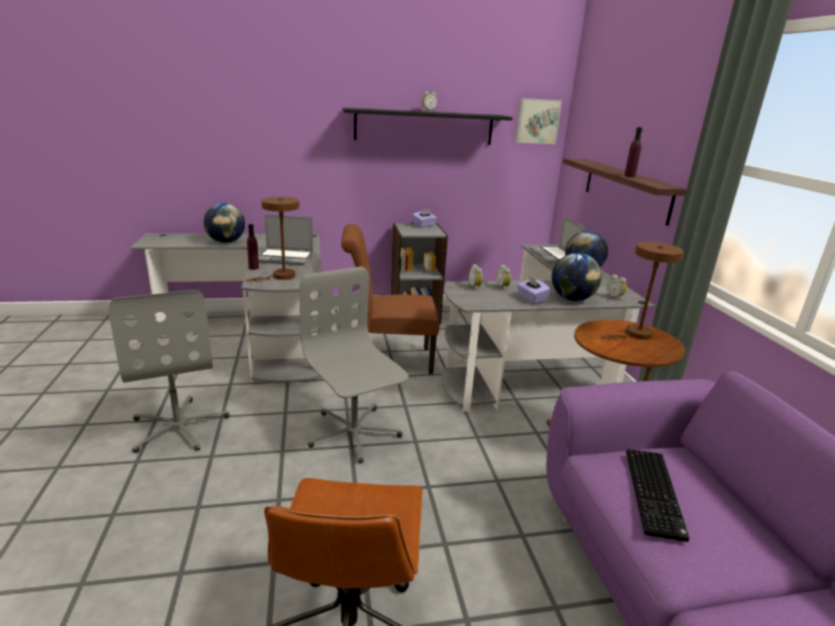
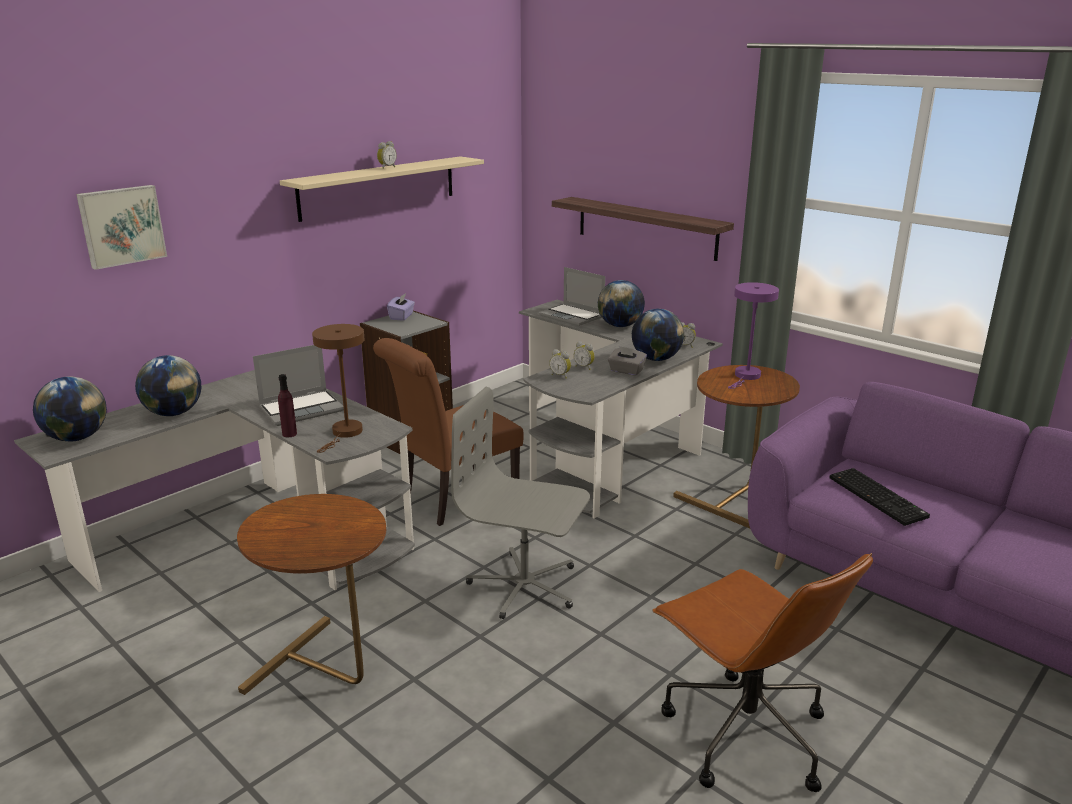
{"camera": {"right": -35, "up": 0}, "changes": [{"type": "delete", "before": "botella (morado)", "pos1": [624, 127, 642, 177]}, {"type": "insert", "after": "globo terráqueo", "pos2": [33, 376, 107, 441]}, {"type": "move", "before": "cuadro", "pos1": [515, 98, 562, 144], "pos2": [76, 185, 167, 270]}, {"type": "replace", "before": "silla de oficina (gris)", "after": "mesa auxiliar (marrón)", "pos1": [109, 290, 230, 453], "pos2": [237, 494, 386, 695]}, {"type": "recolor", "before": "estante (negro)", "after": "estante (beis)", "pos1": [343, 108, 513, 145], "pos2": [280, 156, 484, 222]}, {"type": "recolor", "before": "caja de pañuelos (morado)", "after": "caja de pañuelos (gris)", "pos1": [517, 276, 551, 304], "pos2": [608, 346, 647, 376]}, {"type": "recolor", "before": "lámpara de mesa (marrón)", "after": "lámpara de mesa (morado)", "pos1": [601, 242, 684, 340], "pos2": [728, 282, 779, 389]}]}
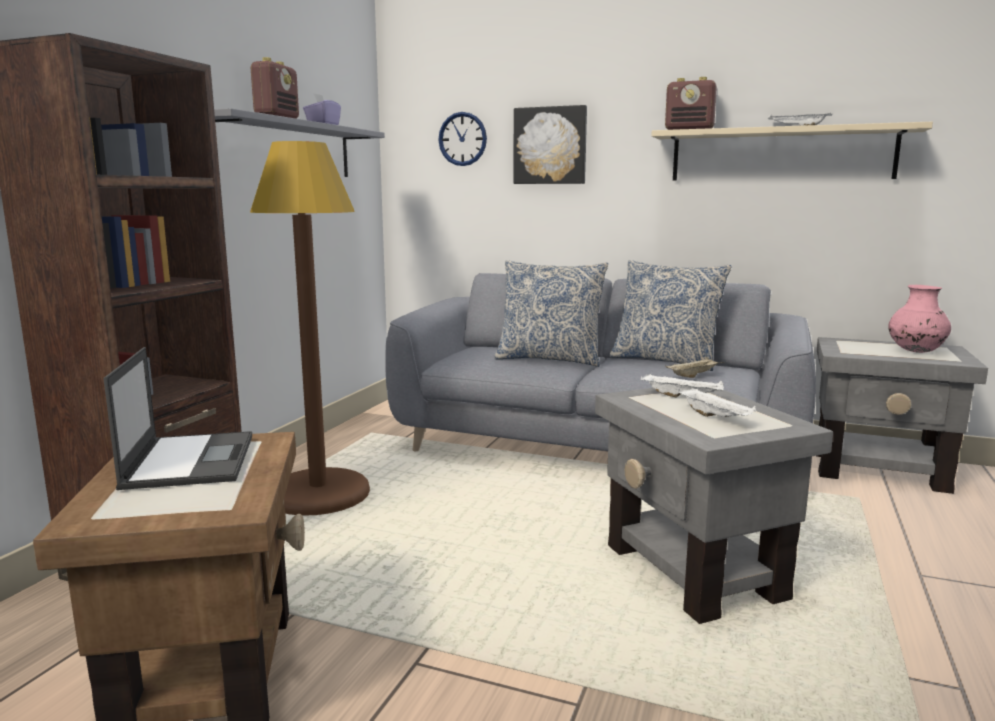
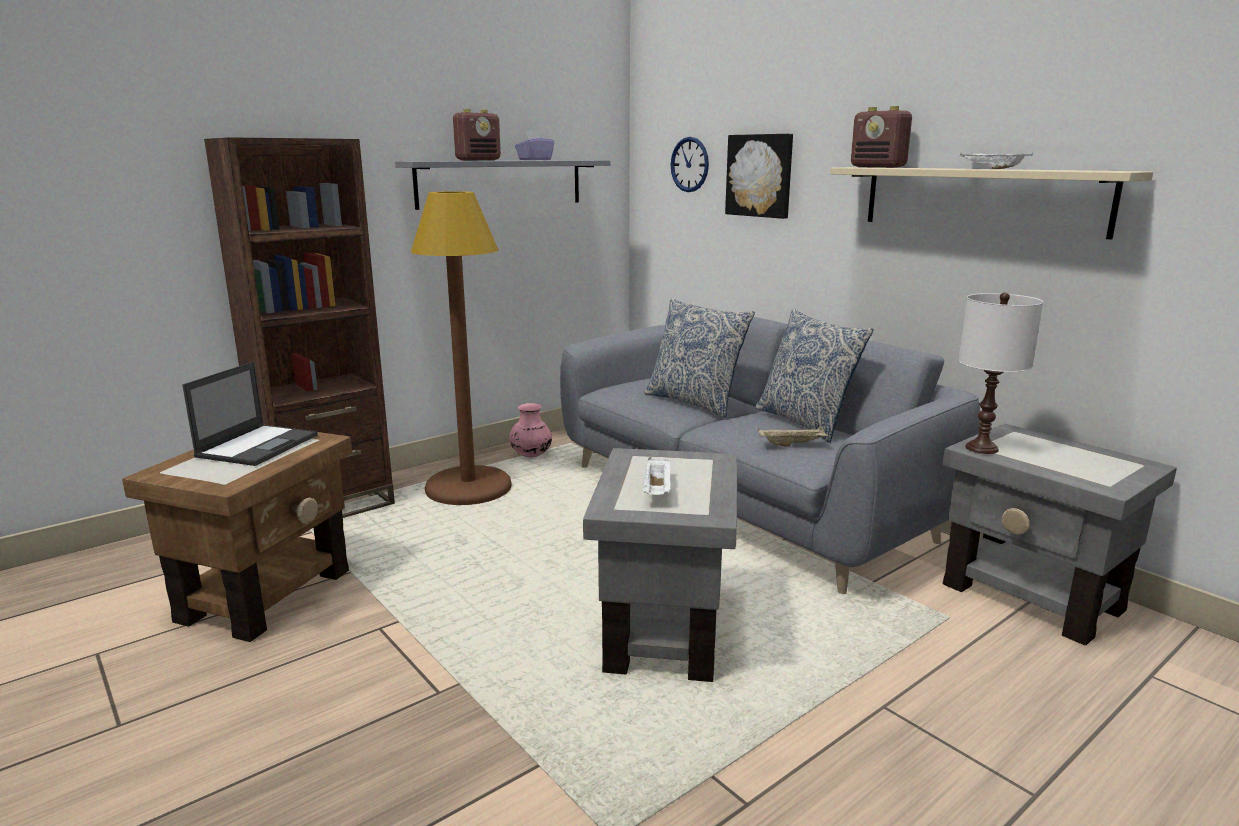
{"camera": {"right": 30, "up": 5}, "changes": [{"type": "delete", "before": "bandeja (blanco)", "pos1": [641, 374, 724, 398]}, {"type": "insert", "after": "lámpara de mesa (blanco)", "pos2": [958, 293, 1043, 454]}, {"type": "move", "before": "florero (rosa)", "pos1": [888, 285, 951, 353], "pos2": [509, 403, 552, 458]}]}
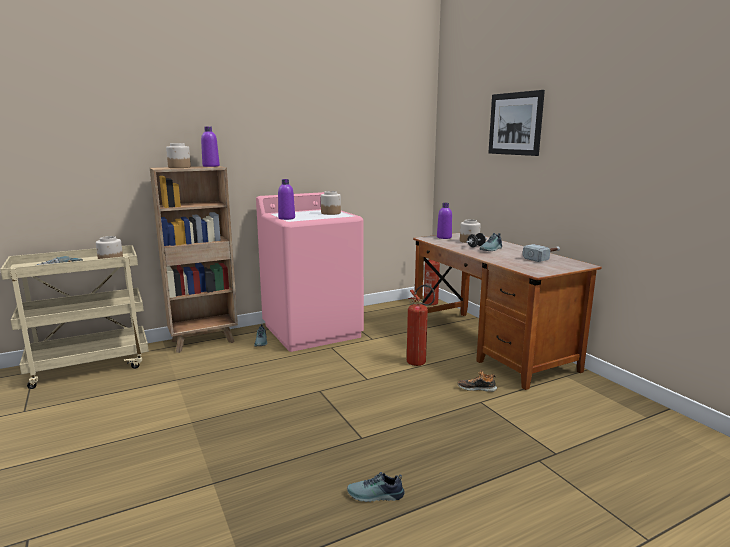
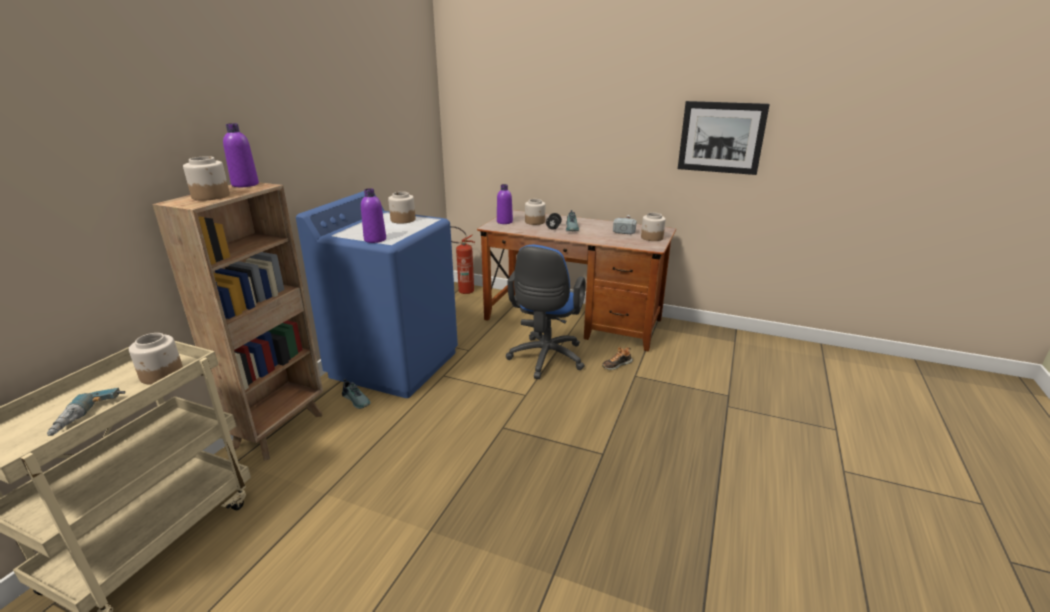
{"camera": {"right": -40, "up": 10}, "changes": [{"type": "delete", "before": "zapato", "pos1": [347, 472, 405, 502]}, {"type": "insert", "after": "tarro", "pos2": [641, 213, 666, 241]}, {"type": "move", "before": "cuadro", "pos1": [488, 90, 545, 156], "pos2": [678, 101, 770, 175]}, {"type": "replace", "before": "extintor", "after": "silla de oficina (azul)", "pos1": [407, 285, 435, 366], "pos2": [506, 245, 586, 379]}, {"type": "recolor", "before": "lavadora (rosa)", "after": "lavadora (azul)", "pos1": [256, 192, 364, 352], "pos2": [296, 191, 458, 398]}]}
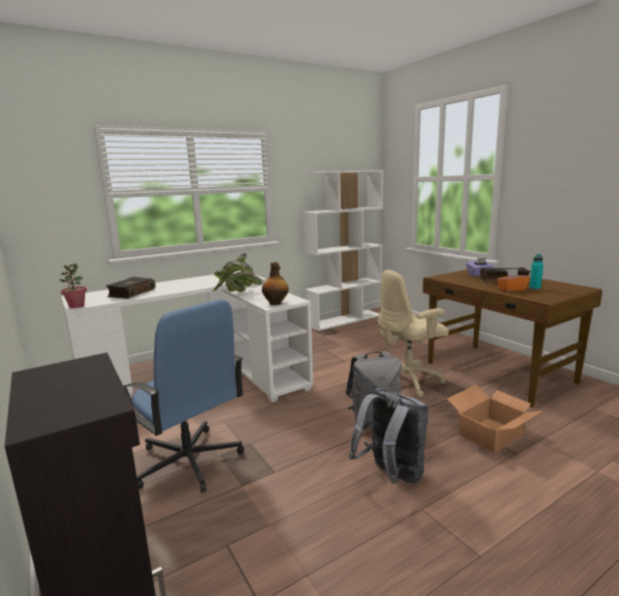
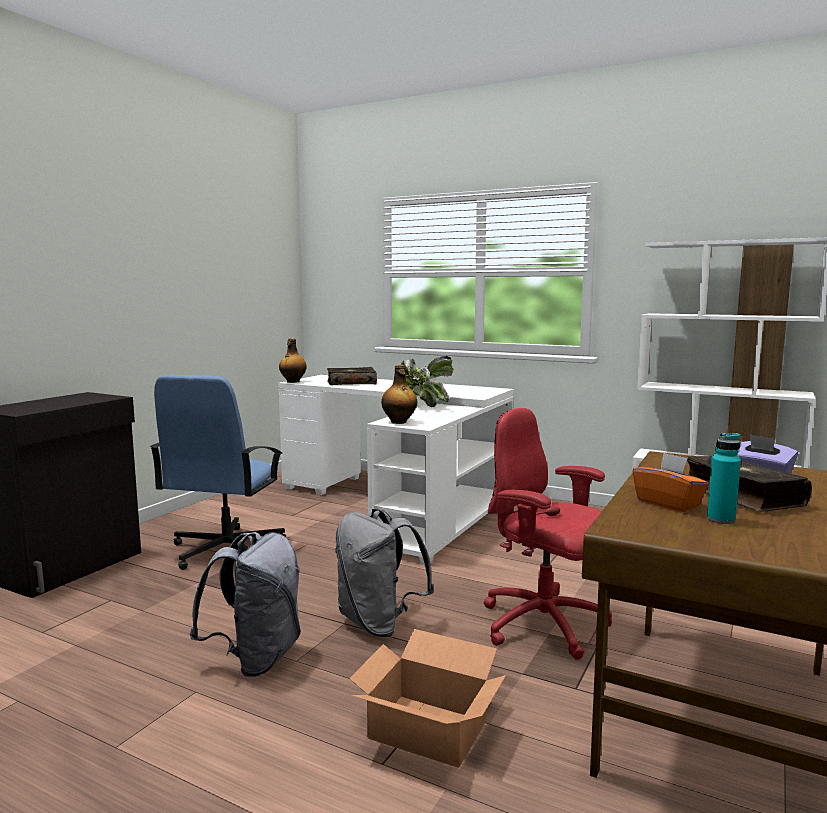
{"camera": {"right": 60, "up": -5}, "changes": [{"type": "replace", "before": "planta en maceta", "after": "botella", "pos1": [59, 263, 87, 308], "pos2": [279, 339, 307, 383]}, {"type": "recolor", "before": "silla de oficina (beis)", "after": "silla de oficina (rojo)", "pos1": [378, 270, 449, 397], "pos2": [484, 408, 612, 660]}]}
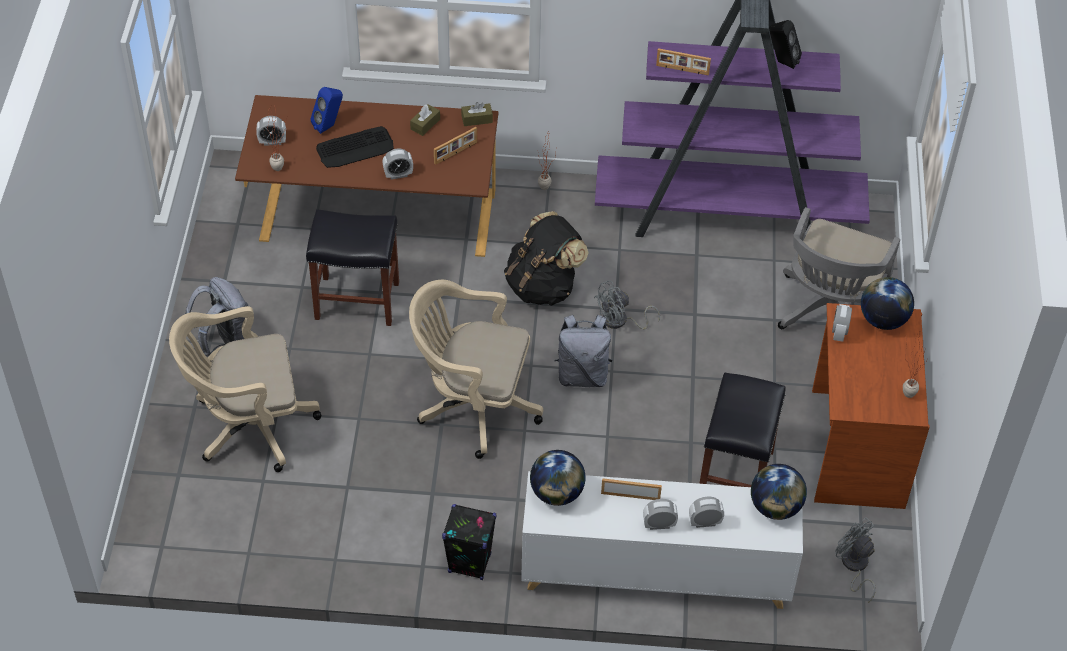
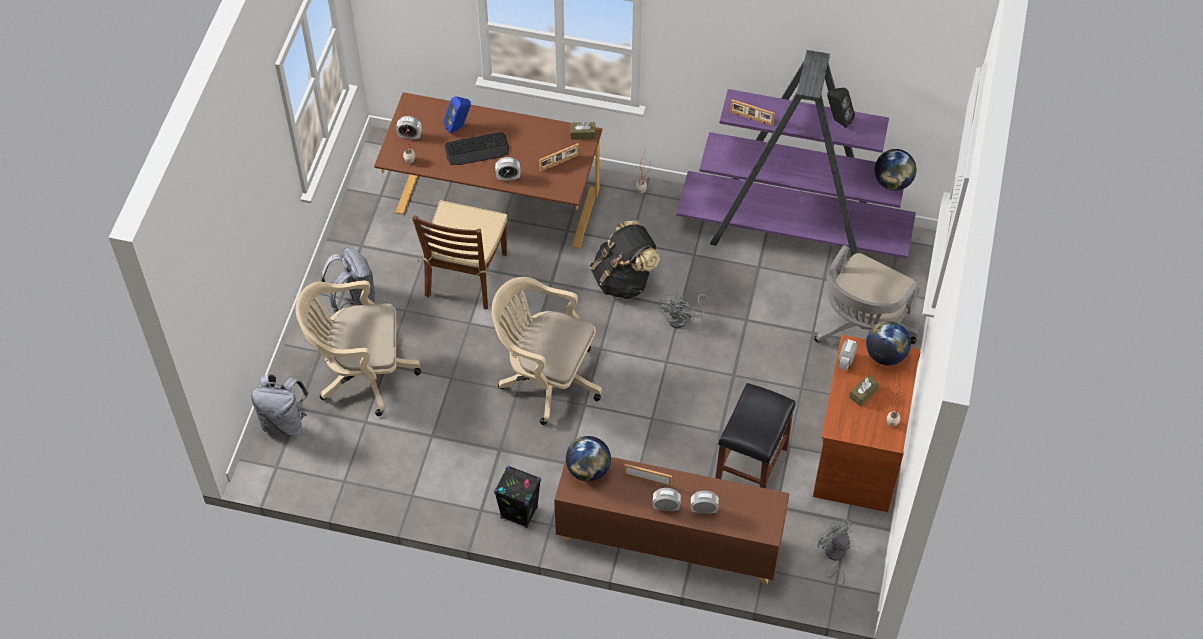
{"camera": {"right": 10, "up": 5}, "changes": [{"type": "move", "before": "caja de pañuelos (marrón)", "pos1": [410, 104, 440, 136], "pos2": [849, 375, 879, 406]}, {"type": "move", "before": "mochila (gris)", "pos1": [554, 315, 613, 387], "pos2": [251, 374, 309, 436]}, {"type": "move", "before": "globo terráqueo", "pos1": [751, 464, 807, 520], "pos2": [874, 149, 916, 191]}, {"type": "replace", "before": "taburete (negro)", "after": "silla (marrón)", "pos1": [306, 209, 399, 326], "pos2": [412, 200, 507, 309]}, {"type": "recolor", "before": "armario (blanco)", "after": "armario (marrón)", "pos1": [521, 471, 803, 609], "pos2": [554, 457, 790, 584]}, {"type": "rotate", "before": "ventilador (gris)", "pos1": [594, 280, 660, 330], "pos2": [658, 293, 708, 328], "turn": -45}]}
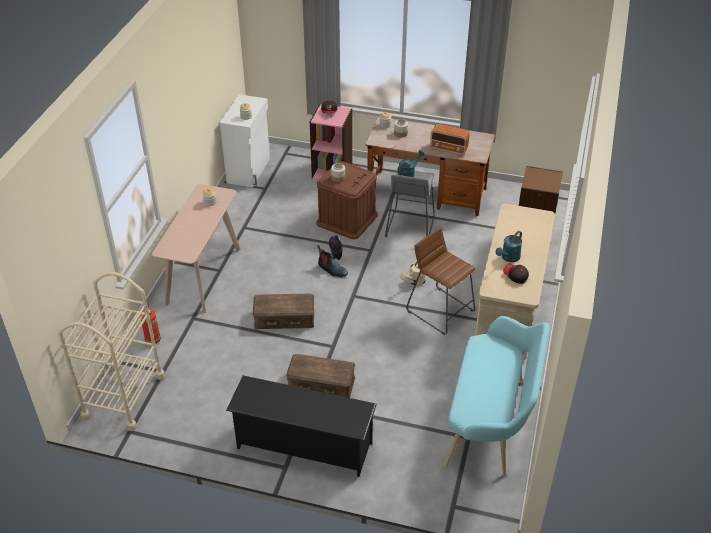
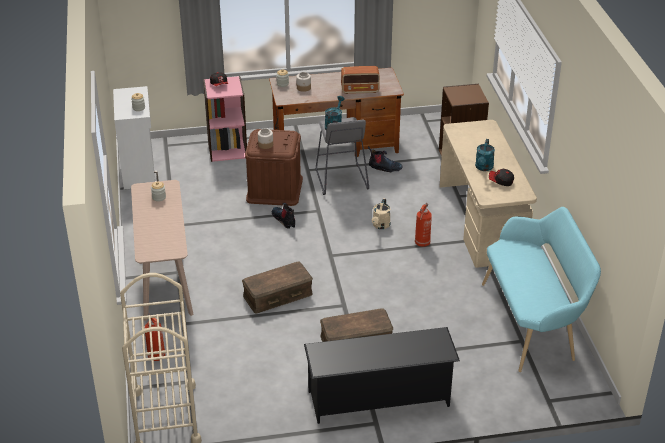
{"camera": {"right": -25, "up": -5}, "changes": [{"type": "move", "before": "bota", "pos1": [317, 245, 348, 277], "pos2": [368, 146, 402, 172]}, {"type": "replace", "before": "taburete (marrón)", "after": "extintor", "pos1": [406, 227, 476, 335], "pos2": [415, 203, 432, 247]}]}
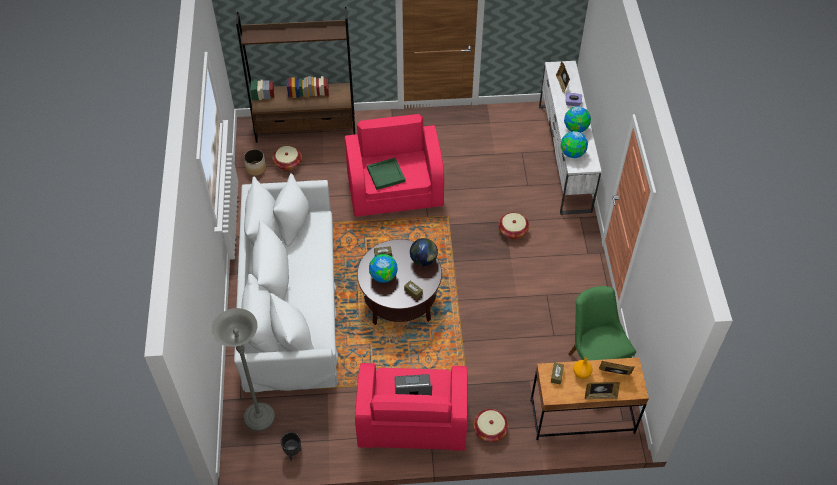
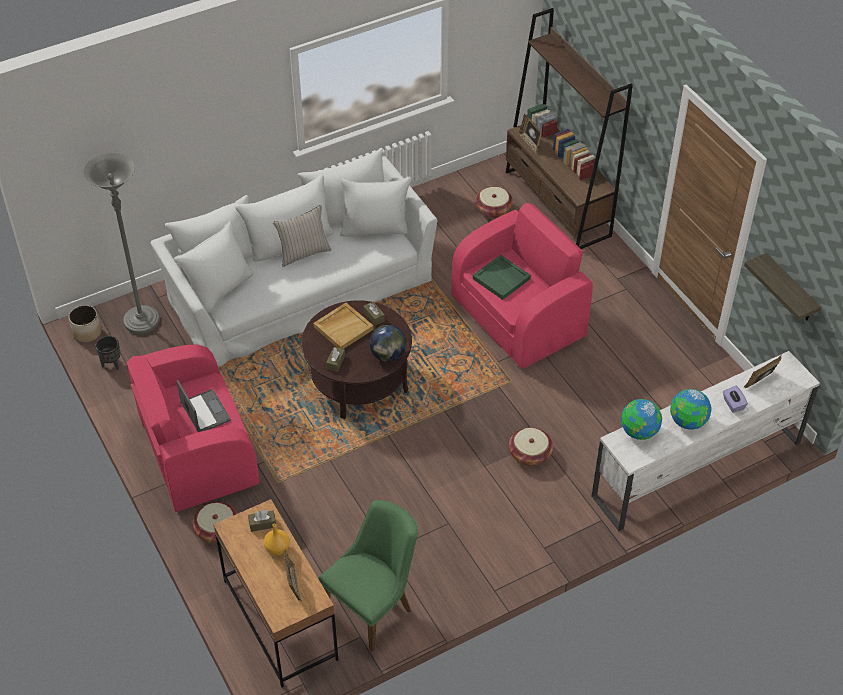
{"camera": {"right": 65, "up": -5}, "changes": [{"type": "insert", "after": "cojín (beis)", "pos2": [273, 205, 332, 267]}, {"type": "insert", "after": "estante", "pos2": [744, 253, 821, 321]}, {"type": "move", "before": "maceta", "pos1": [244, 149, 266, 176], "pos2": [69, 305, 101, 342]}, {"type": "move", "before": "portarretratos", "pos1": [585, 382, 620, 400], "pos2": [519, 114, 542, 153]}, {"type": "replace", "before": "globo terráqueo", "after": "bandeja (beis)", "pos1": [369, 254, 397, 283], "pos2": [313, 303, 374, 349]}]}
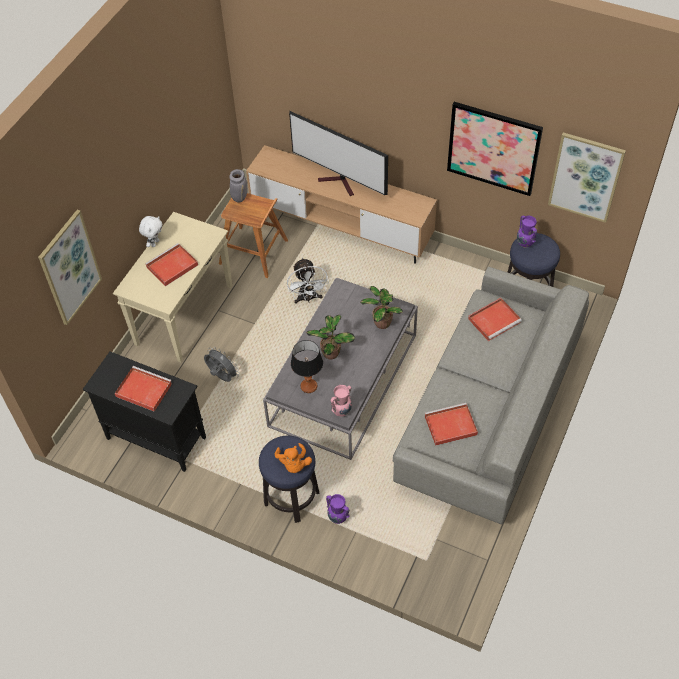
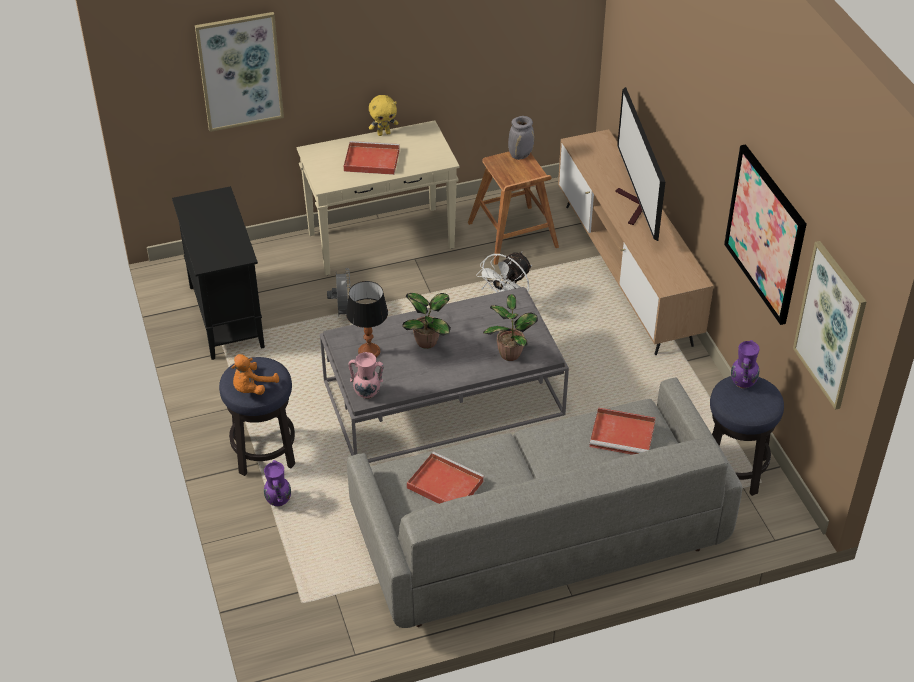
{"camera": {"right": 45, "up": -10}, "changes": [{"type": "delete", "before": "bandeja (rojo)", "pos1": [115, 366, 172, 412]}, {"type": "recolor", "before": "peluche (blanco)", "after": "peluche (amarillo)", "pos1": [139, 216, 163, 247], "pos2": [369, 95, 398, 136]}]}
